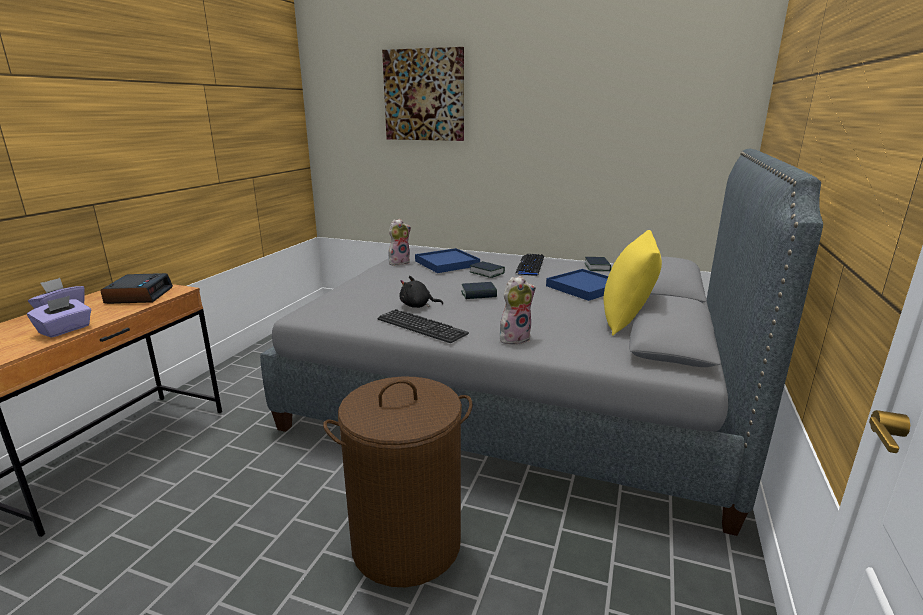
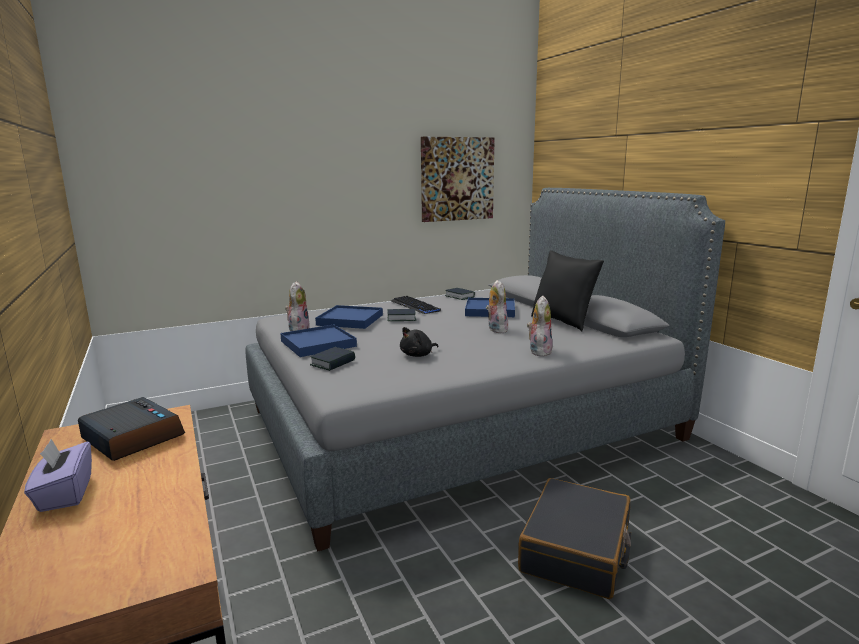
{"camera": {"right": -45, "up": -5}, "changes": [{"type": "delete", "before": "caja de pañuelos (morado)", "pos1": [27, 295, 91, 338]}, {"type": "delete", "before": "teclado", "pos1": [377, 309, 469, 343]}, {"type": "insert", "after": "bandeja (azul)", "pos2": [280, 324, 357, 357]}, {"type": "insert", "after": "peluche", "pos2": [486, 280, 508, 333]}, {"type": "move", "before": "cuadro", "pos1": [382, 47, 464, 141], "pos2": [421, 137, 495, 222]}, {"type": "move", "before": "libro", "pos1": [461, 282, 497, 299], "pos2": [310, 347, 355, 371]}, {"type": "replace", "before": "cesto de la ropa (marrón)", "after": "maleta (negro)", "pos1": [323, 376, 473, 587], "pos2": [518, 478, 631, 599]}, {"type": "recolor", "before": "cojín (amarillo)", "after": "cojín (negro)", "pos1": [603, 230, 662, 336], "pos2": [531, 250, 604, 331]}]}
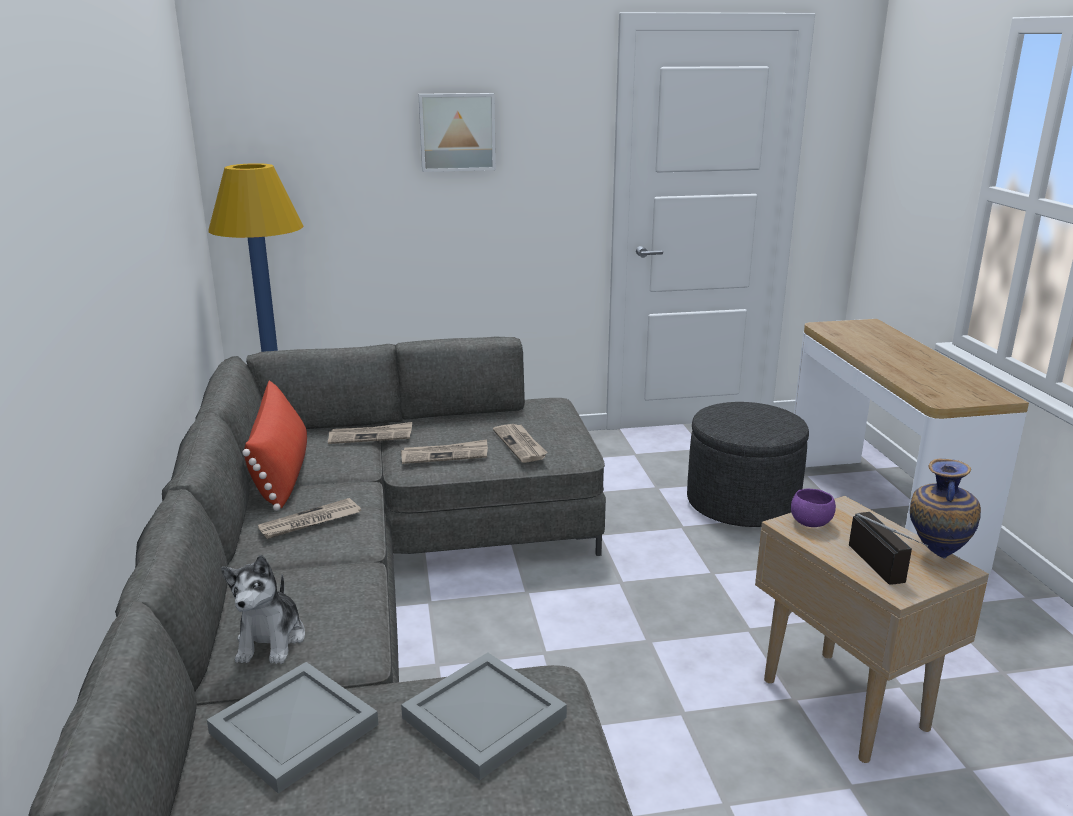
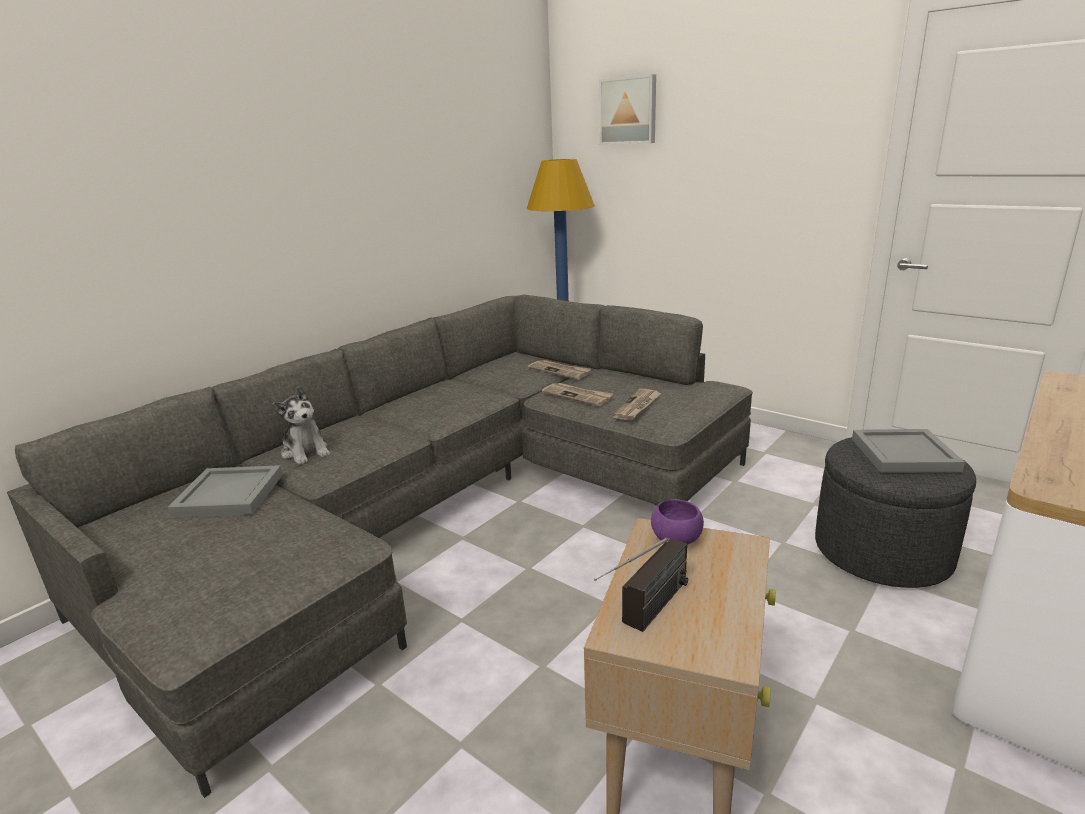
{"camera": {"right": 50, "up": 0}, "changes": [{"type": "delete", "before": "cojín (rojo)", "pos1": [242, 381, 307, 511]}, {"type": "delete", "before": "periódico", "pos1": [258, 498, 361, 539]}, {"type": "delete", "before": "florero", "pos1": [910, 459, 981, 559]}, {"type": "move", "before": "bandeja (gris)", "pos1": [401, 652, 567, 780], "pos2": [852, 429, 965, 473]}, {"type": "move", "before": "cuadro", "pos1": [418, 93, 496, 172], "pos2": [599, 74, 656, 145]}, {"type": "rotate", "before": "peluche", "pos1": [221, 555, 305, 664], "pos2": [273, 386, 330, 465], "turn": -90}]}
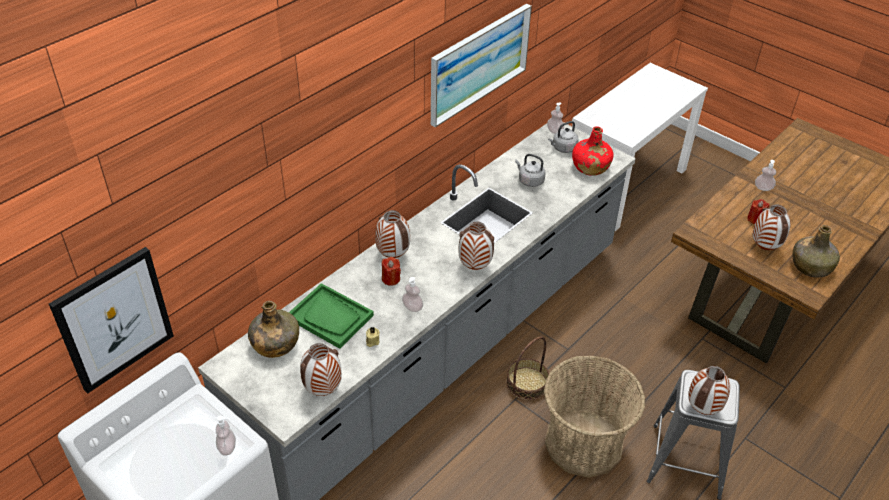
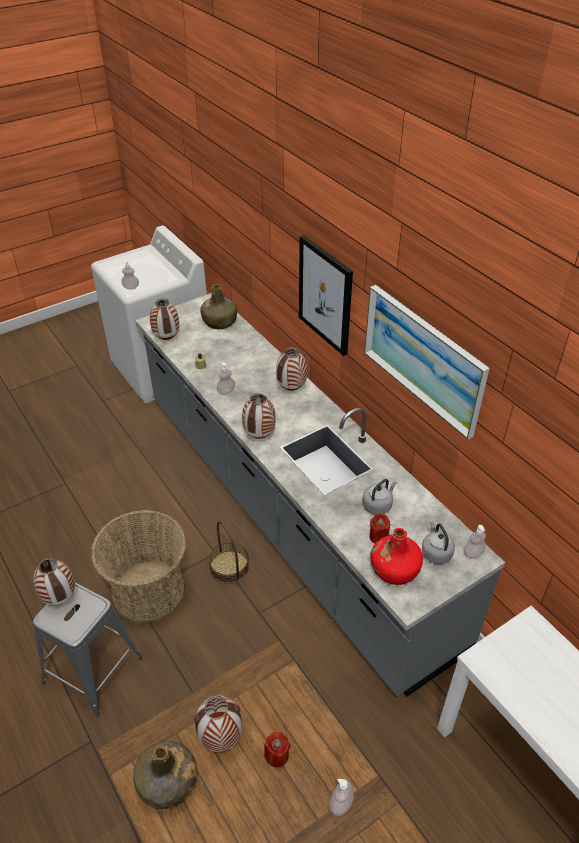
{"camera": {"right": 105, "up": 0}, "changes": [{"type": "delete", "before": "bandeja (verde)", "pos1": [289, 283, 374, 349]}, {"type": "move", "before": "cuadro", "pos1": [49, 247, 174, 394], "pos2": [299, 235, 353, 356]}, {"type": "move", "before": "vela (rojo)", "pos1": [382, 257, 401, 286], "pos2": [369, 513, 390, 544]}]}
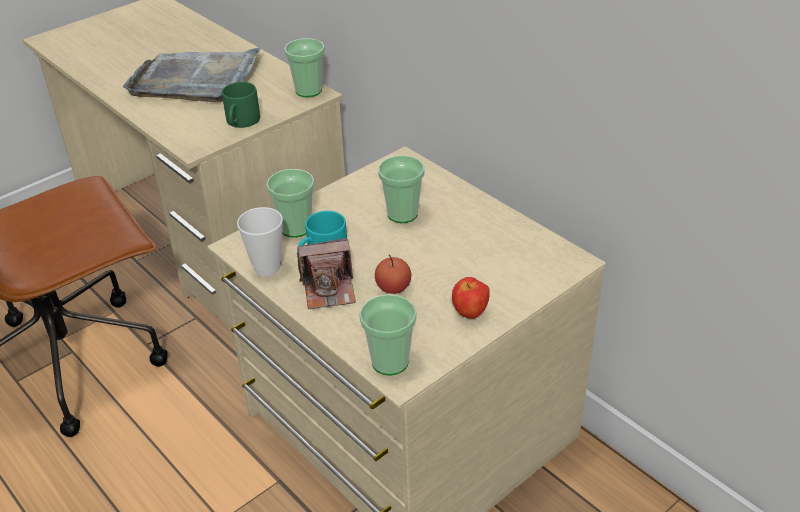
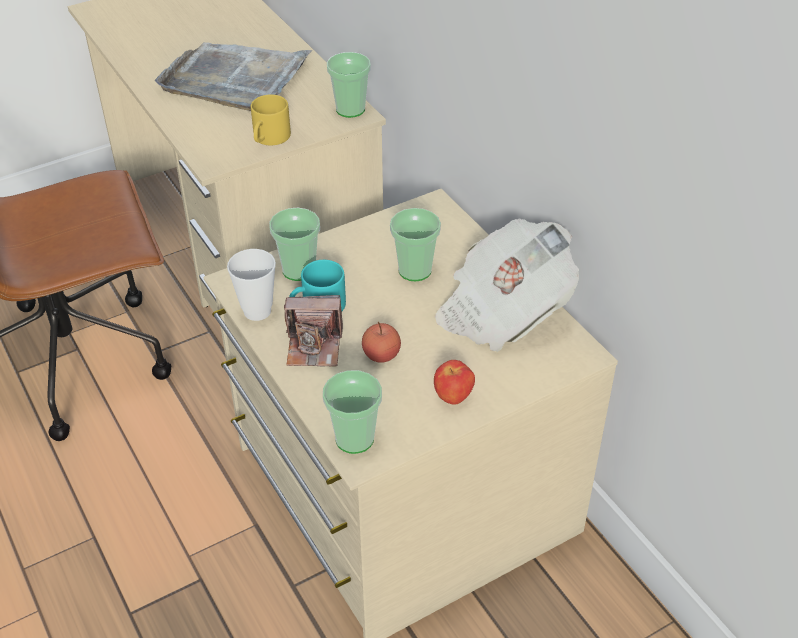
{"camera": {"right": 10, "up": 5}, "changes": [{"type": "insert", "after": "periódico", "pos2": [435, 218, 579, 352]}, {"type": "recolor", "before": "taza grande (verde)", "after": "taza grande (amarillo)", "pos1": [222, 82, 260, 128], "pos2": [251, 95, 291, 145]}]}
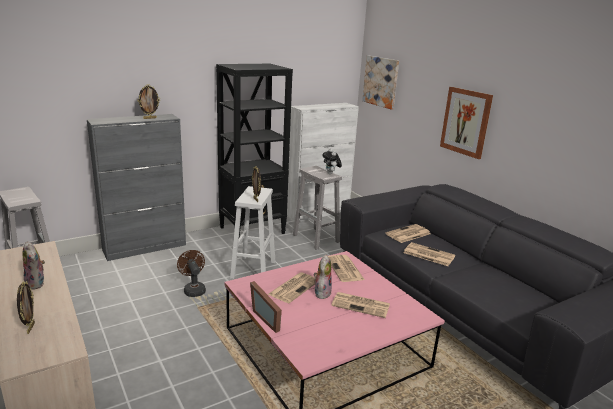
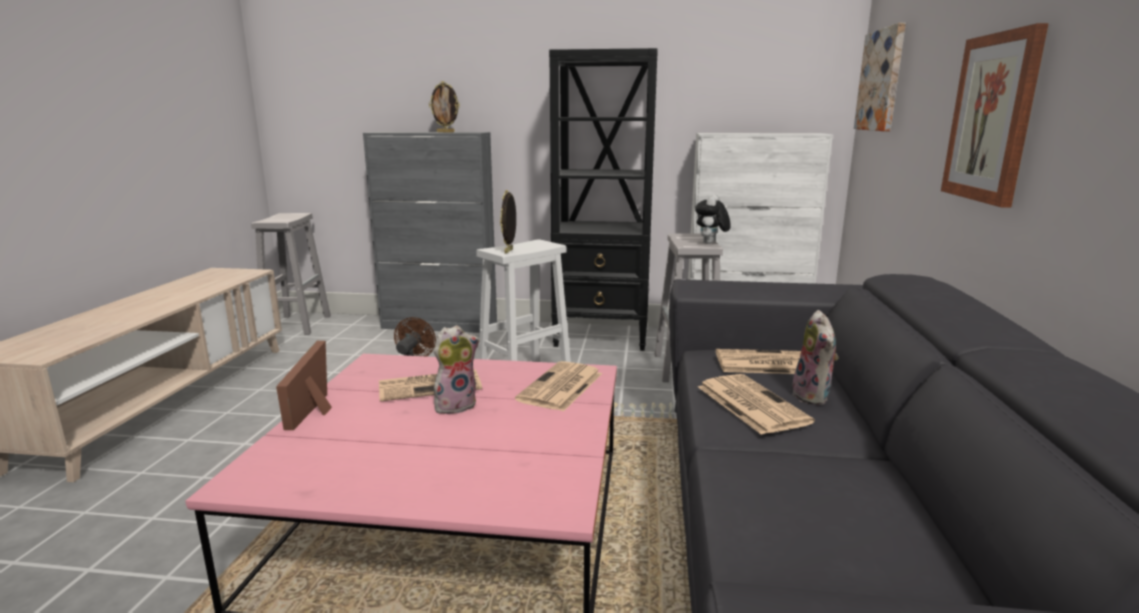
{"camera": {"right": 40, "up": -5}, "changes": [{"type": "delete", "before": "portarretratos", "pos1": [17, 281, 35, 334]}, {"type": "delete", "before": "periódico", "pos1": [331, 292, 390, 318]}, {"type": "move", "before": "peluche", "pos1": [23, 241, 45, 289], "pos2": [793, 310, 839, 405]}]}
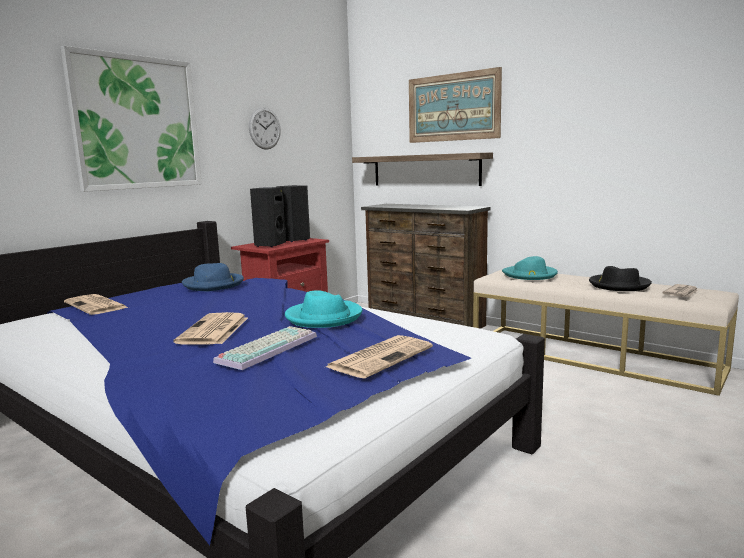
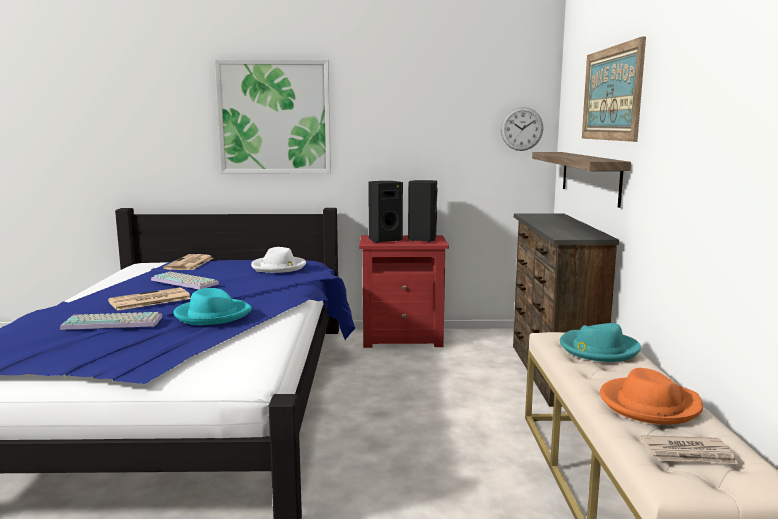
{"camera": {"right": 50, "up": 0}, "changes": [{"type": "delete", "before": "periódico", "pos1": [326, 335, 433, 378]}, {"type": "insert", "after": "teclado", "pos2": [151, 272, 219, 289]}, {"type": "move", "before": "reloj de pared", "pos1": [249, 107, 281, 150], "pos2": [501, 107, 543, 151]}, {"type": "recolor", "before": "sombrero (azul)", "after": "sombrero (blanco)", "pos1": [182, 263, 244, 291], "pos2": [251, 247, 306, 273]}, {"type": "recolor", "before": "sombrero (negro)", "after": "sombrero (naranja)", "pos1": [589, 266, 652, 291], "pos2": [600, 368, 703, 425]}]}
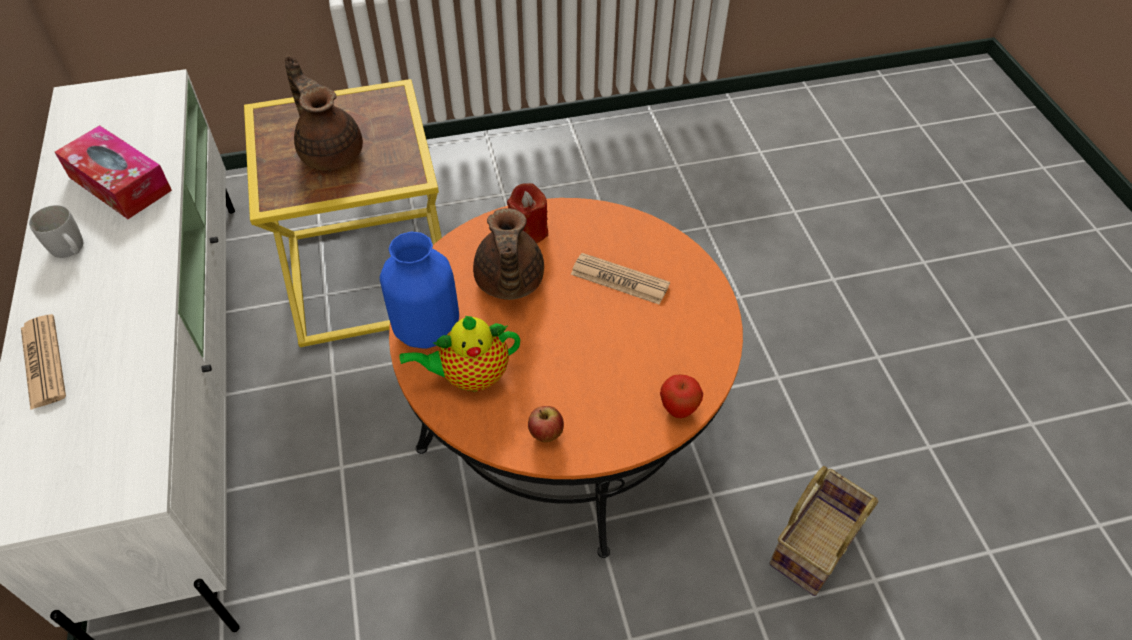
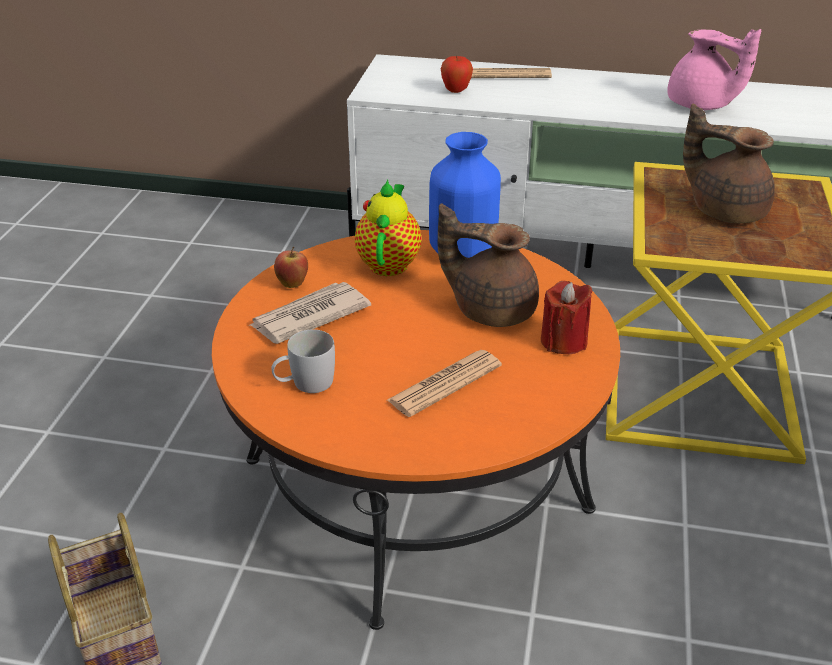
{"camera": {"right": 115, "up": -15}, "changes": [{"type": "insert", "after": "periódico", "pos2": [248, 282, 371, 344]}, {"type": "move", "before": "taza grande (blanco)", "pos1": [29, 205, 83, 258], "pos2": [271, 329, 335, 393]}, {"type": "move", "before": "manzana", "pos1": [660, 374, 703, 418], "pos2": [441, 56, 473, 93]}, {"type": "replace", "before": "caja de pañuelos", "after": "tetera (rosa)", "pos1": [55, 125, 172, 219], "pos2": [667, 29, 761, 110]}, {"type": "rotate", "before": "tetera (marrón)", "pos1": [285, 55, 363, 170], "pos2": [683, 103, 775, 223], "turn": -135}]}
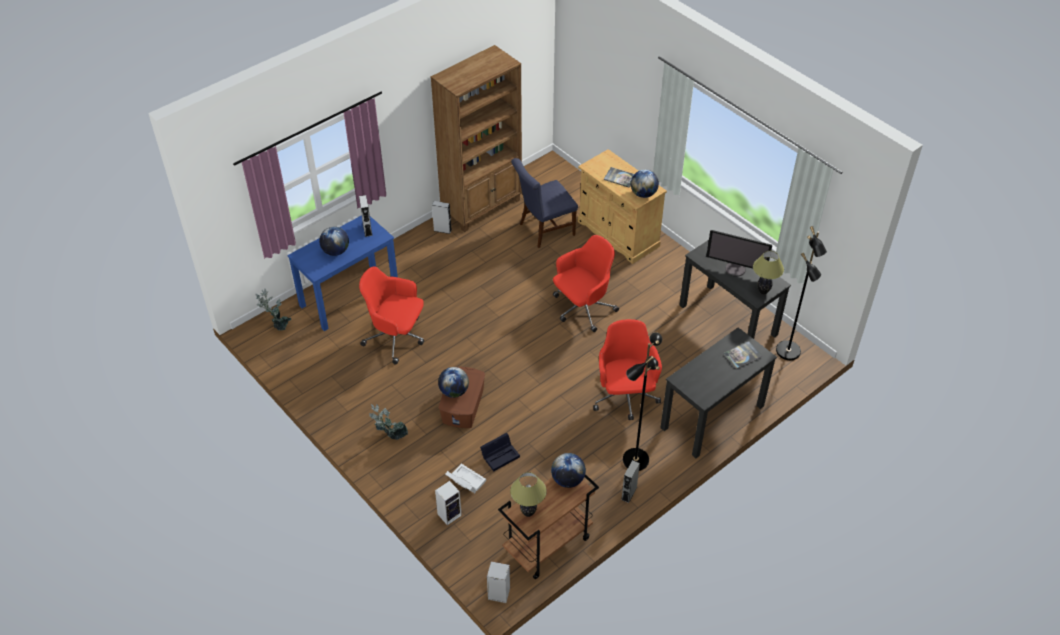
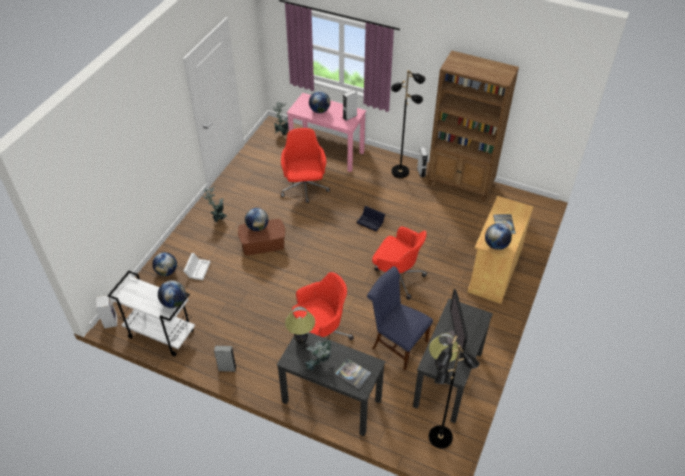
{"camera": {"right": 65, "up": 0}, "changes": [{"type": "insert", "after": "planta en maceta", "pos2": [305, 340, 331, 370]}, {"type": "move", "before": "caja de almacenaje (negro)", "pos1": [480, 433, 520, 471], "pos2": [357, 206, 385, 232]}, {"type": "move", "before": "lámpara de mesa", "pos1": [510, 472, 547, 517], "pos2": [285, 306, 315, 344]}, {"type": "move", "before": "silla (azul)", "pos1": [511, 158, 578, 248], "pos2": [367, 266, 433, 370]}, {"type": "move", "before": "lámpara de pie (negro)", "pos1": [623, 332, 662, 471], "pos2": [391, 70, 425, 178]}, {"type": "replace", "before": "altavoz", "after": "globo terráqueo", "pos1": [435, 481, 462, 525], "pos2": [152, 252, 177, 276]}, {"type": "recolor", "before": "escritorio (azul)", "after": "escritorio (rosa)", "pos1": [287, 215, 398, 331], "pos2": [287, 93, 366, 172]}, {"type": "recolor", "before": "carrito (marrón)", "after": "carrito (blanco)", "pos1": [498, 474, 599, 579], "pos2": [107, 271, 195, 357]}]}
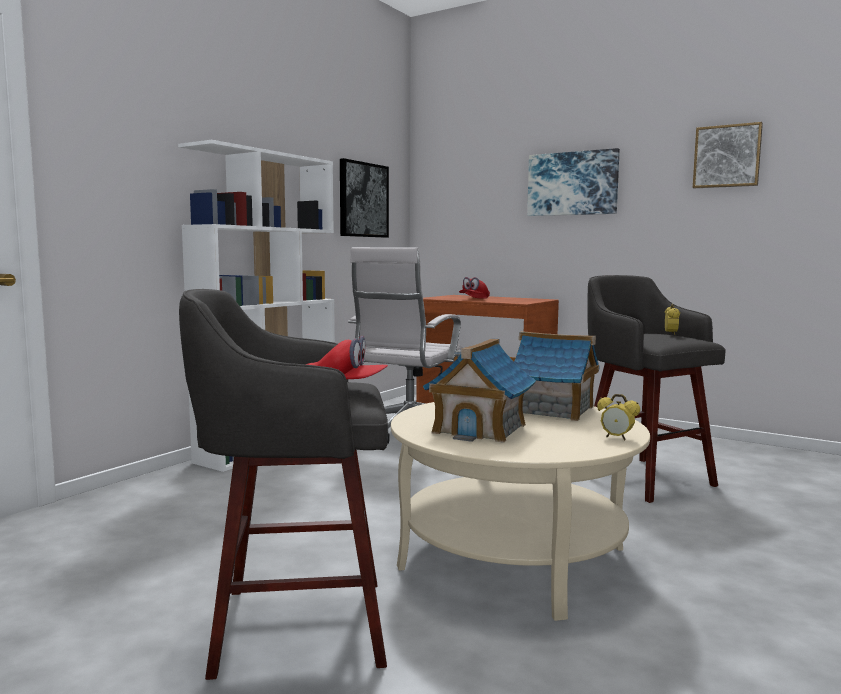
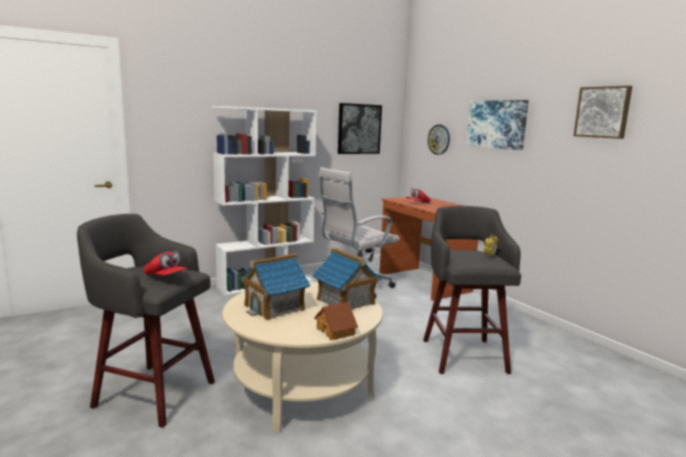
{"camera": {"right": 25, "up": 5}, "changes": [{"type": "insert", "after": "reloj de pared", "pos2": [428, 124, 450, 155]}, {"type": "replace", "before": "despertador", "after": "casita", "pos1": [597, 394, 640, 440], "pos2": [314, 302, 358, 341]}]}
